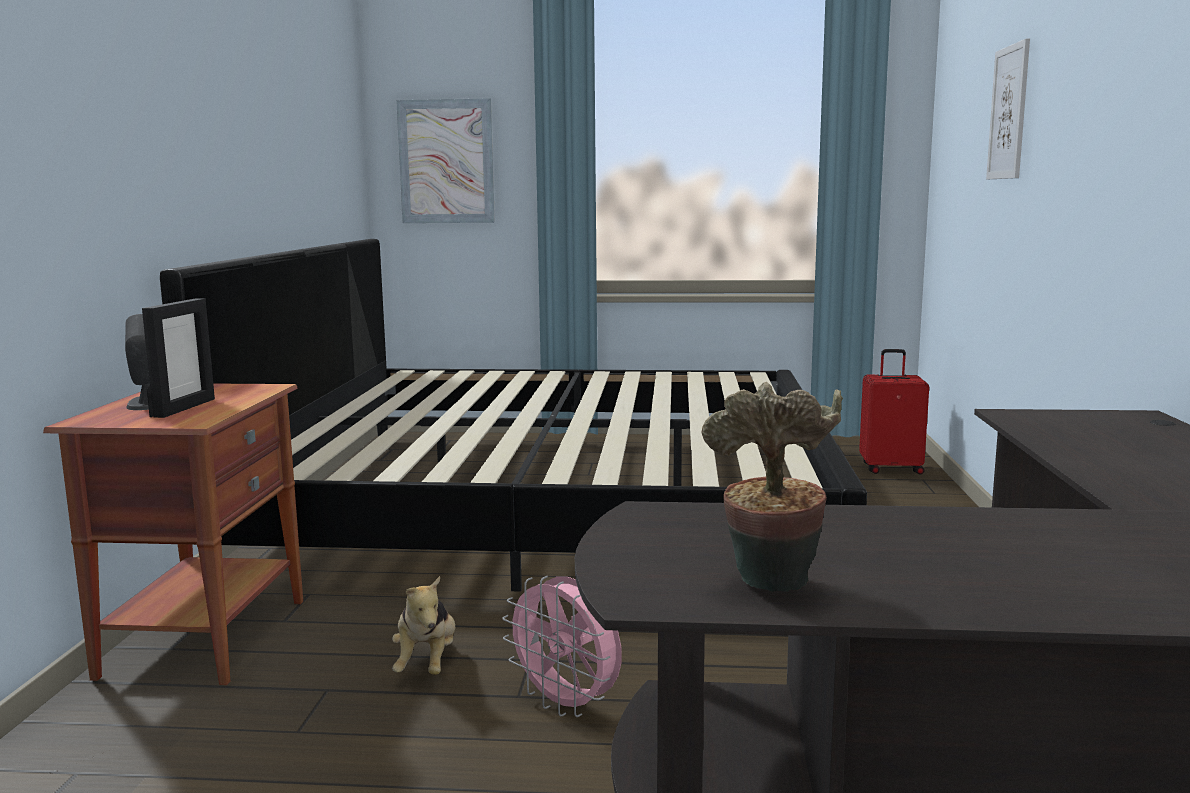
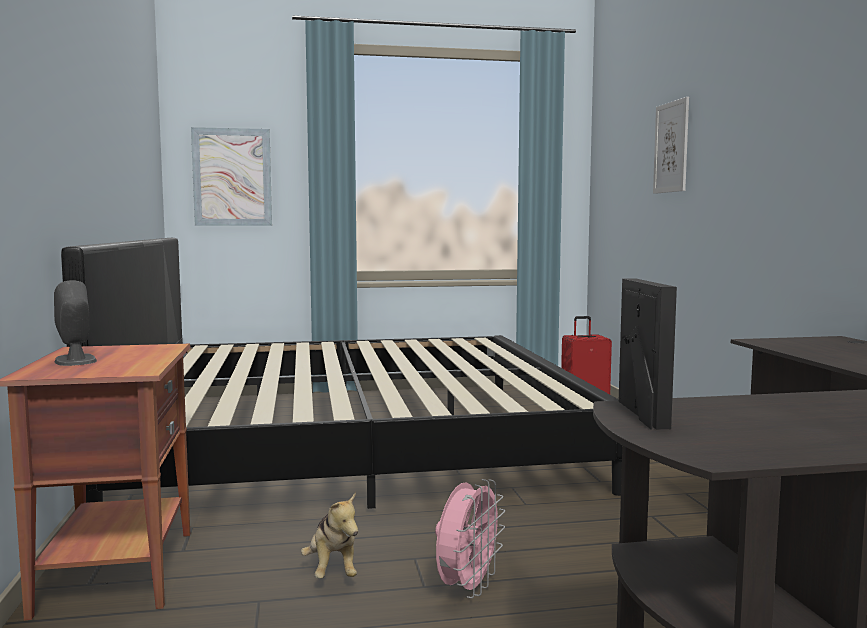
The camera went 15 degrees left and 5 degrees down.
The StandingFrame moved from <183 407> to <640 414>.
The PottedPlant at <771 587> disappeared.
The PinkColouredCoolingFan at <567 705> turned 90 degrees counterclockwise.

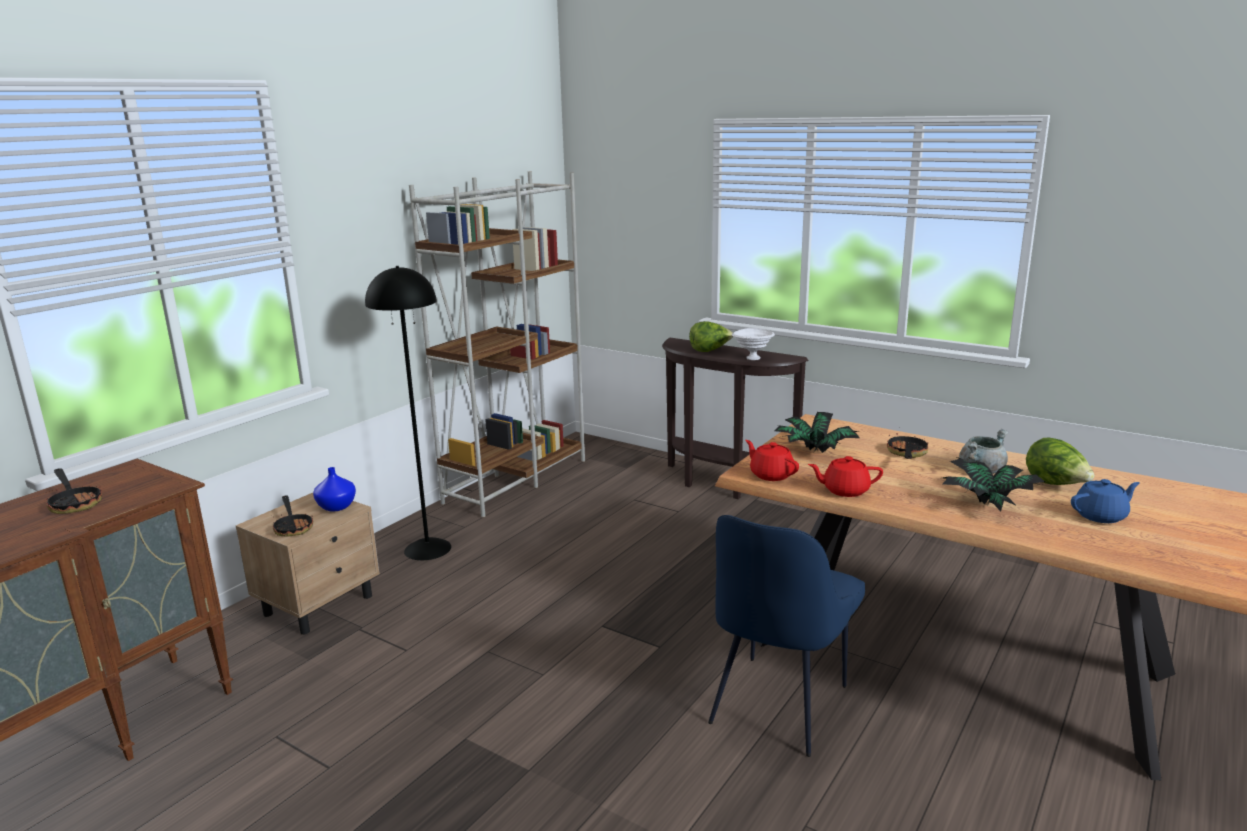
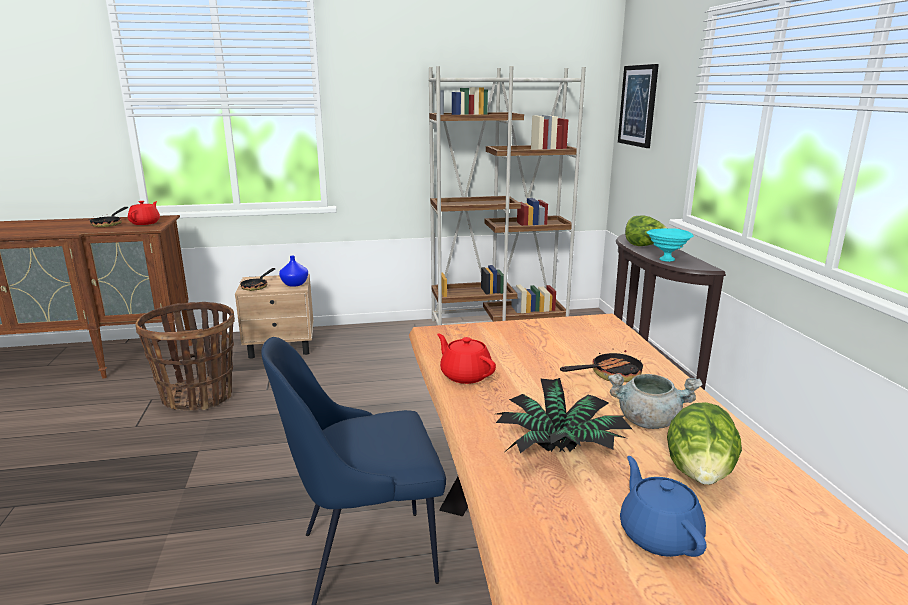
The camera went 45 degrees right and 0 degrees up.
The BlackColouredStandardLamp at <428 548> disappeared.
The WhiteColouredDeepDish at <752 358> became the TurquoiseColouredDeepDish at <665 259>.
The PottedPlant at <815 452> disappeared.
The ReddishTeaPot moved from <771 475> to <145 223>.
The BlueTeaPot at <1101 516> turned 135 degrees counterclockwise.
The WallPicture at <638 105> appeared.
The Basket at <198 396> appeared.

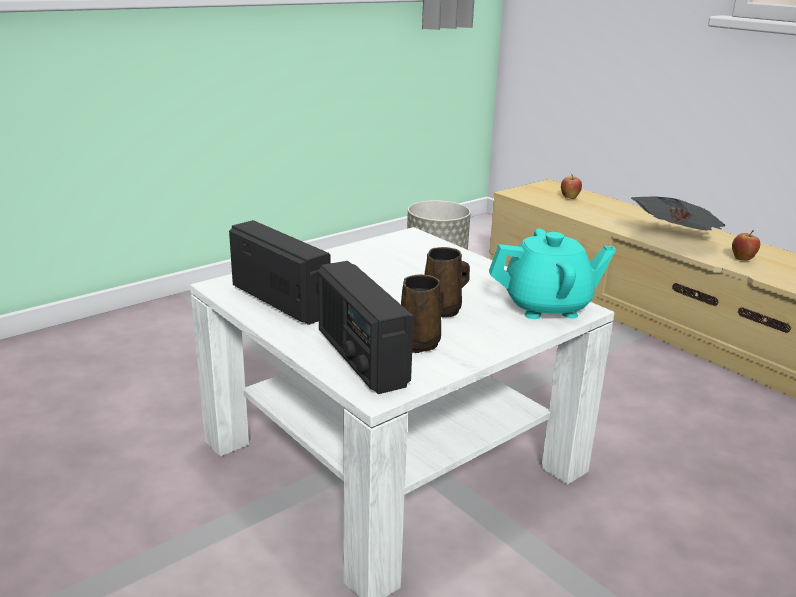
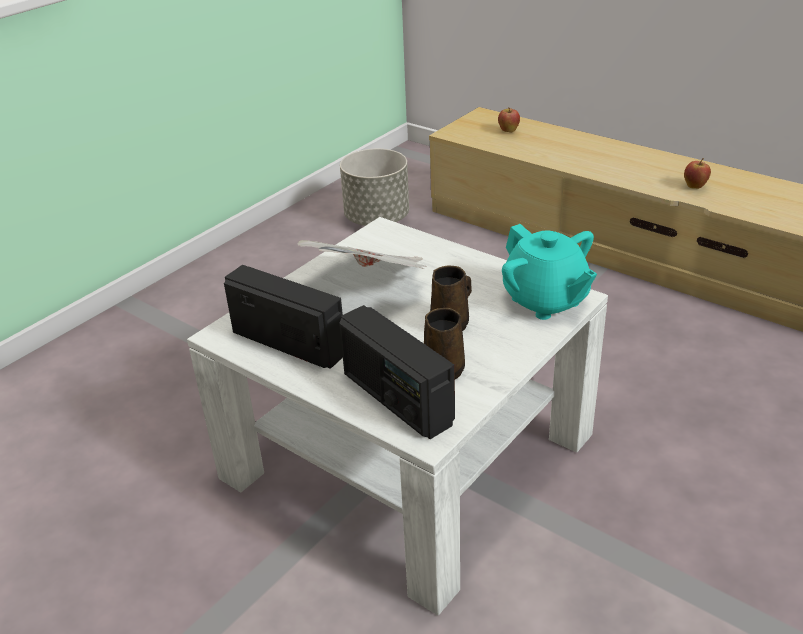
The camera went 10 degrees left and 10 degrees up.
The PrintedPaper moved from <675 238> to <371 284>.
The TurquoiseColouredTeaPot at <547 307> turned 75 degrees clockwise.

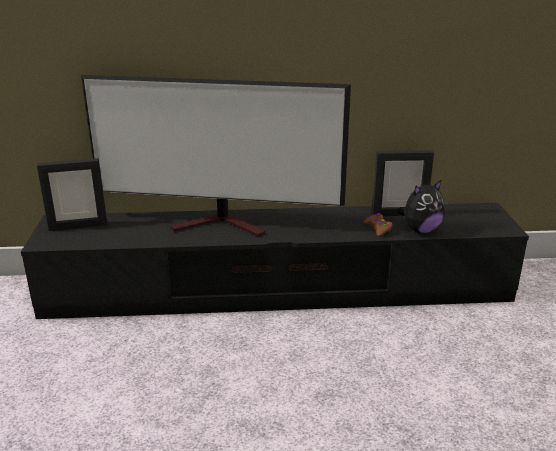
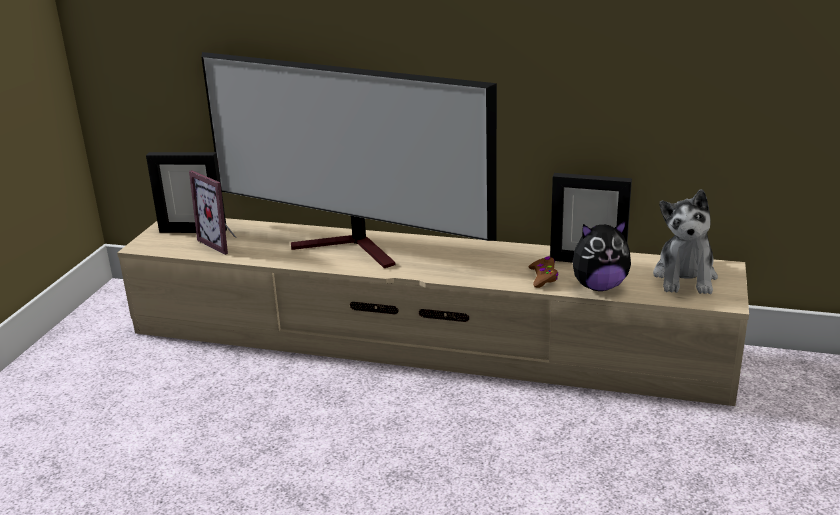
The camera went 20 degrees right and 0 degrees up.
The BlackColouredMediaConsole at <277 289> became the BeigeColouredMediaConsole at <423 341>.
The StandingFrame at <223 243> appeared.
The CuddlyToy at <685 277> appeared.

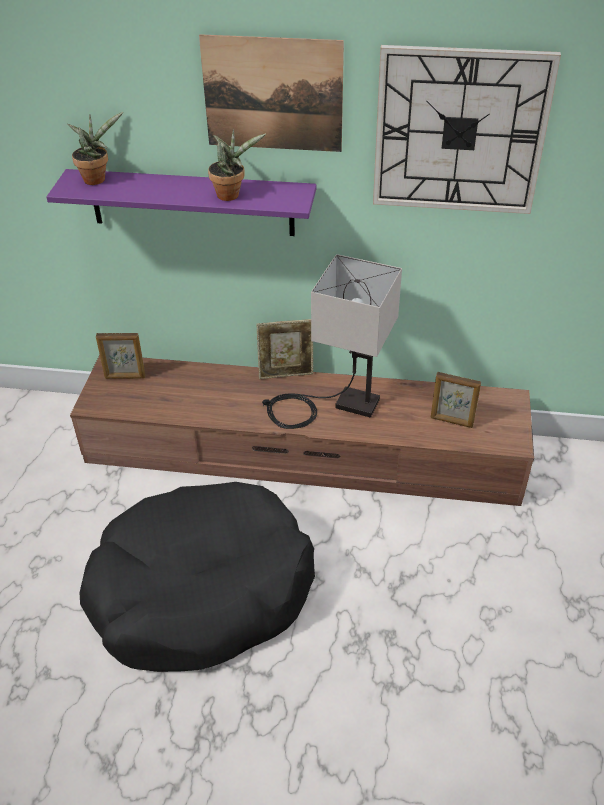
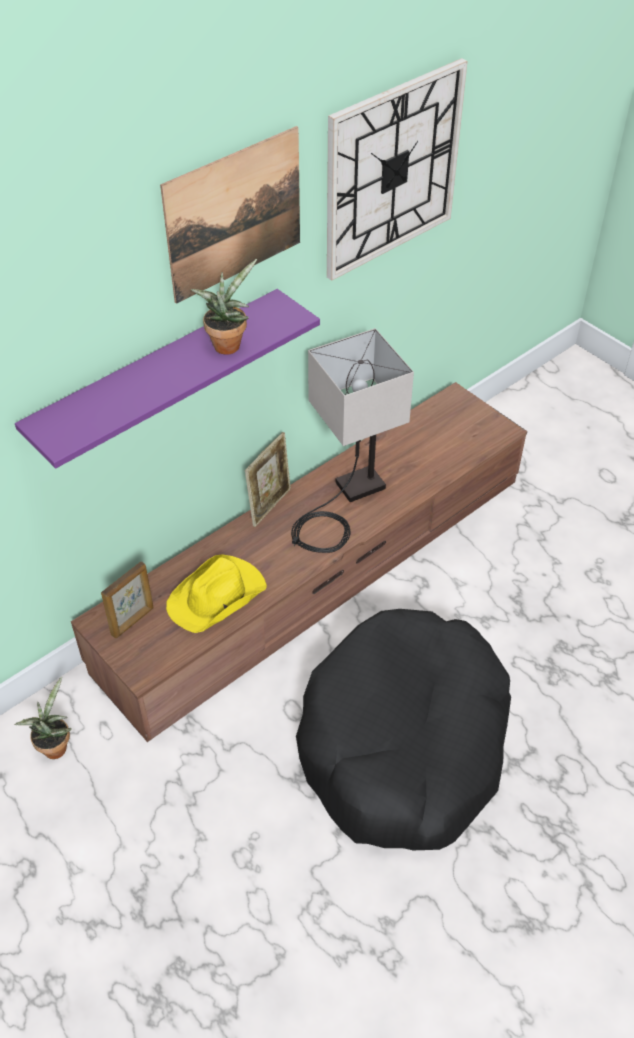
The camera went 50 degrees left and 5 degrees up.
The PottedPlant moved from <97 178> to <55 745>.
The StandingFrame at <451 421> disappeared.
The YellowColouredClothingHat at <218 596> appeared.

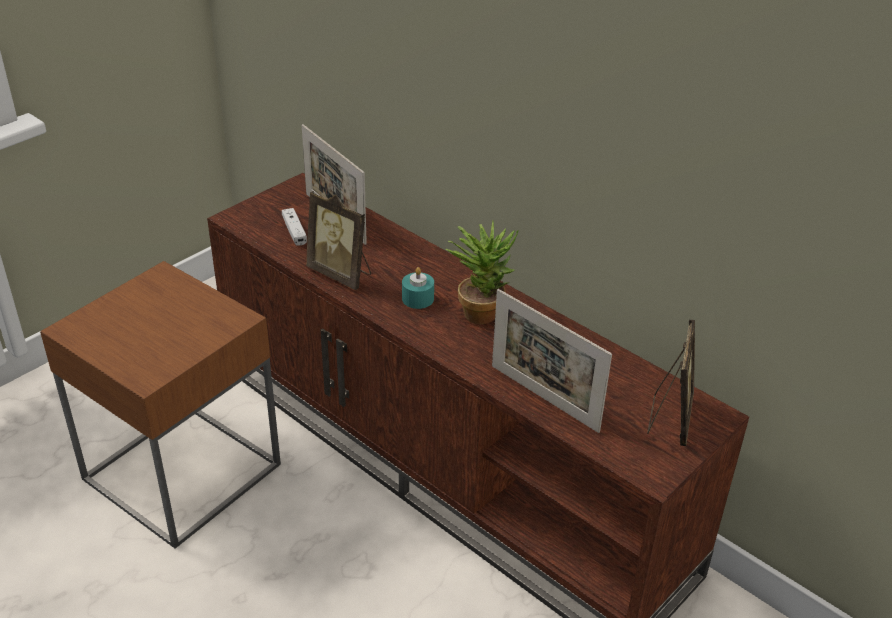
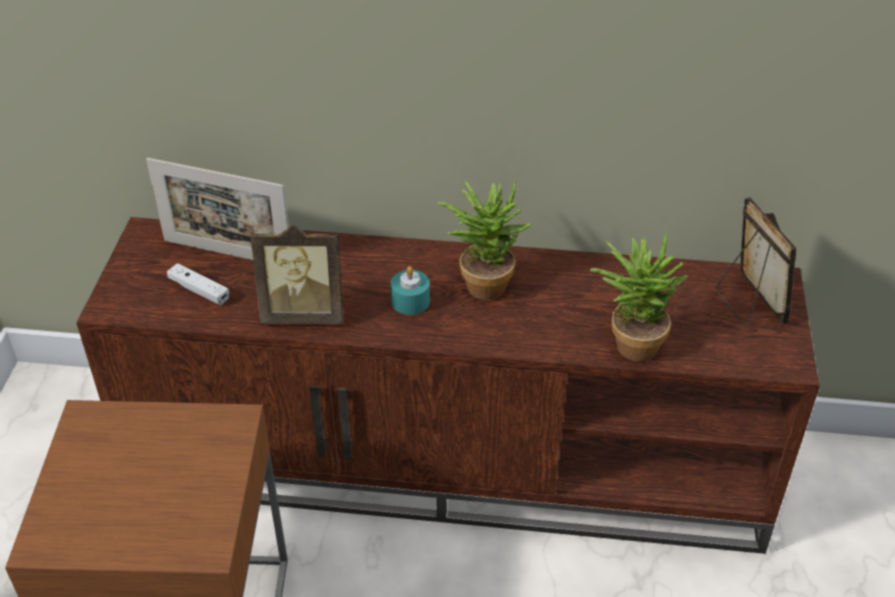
The camera went 35 degrees left and 5 degrees up.
The StandingFrame at <544 398> was replaced by the PottedPlant at <630 342>.

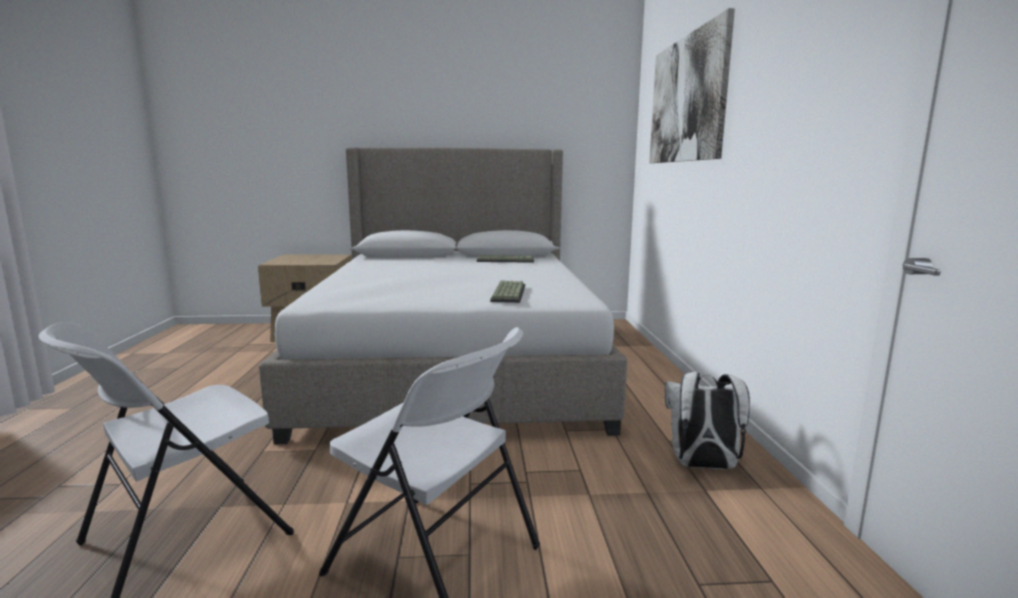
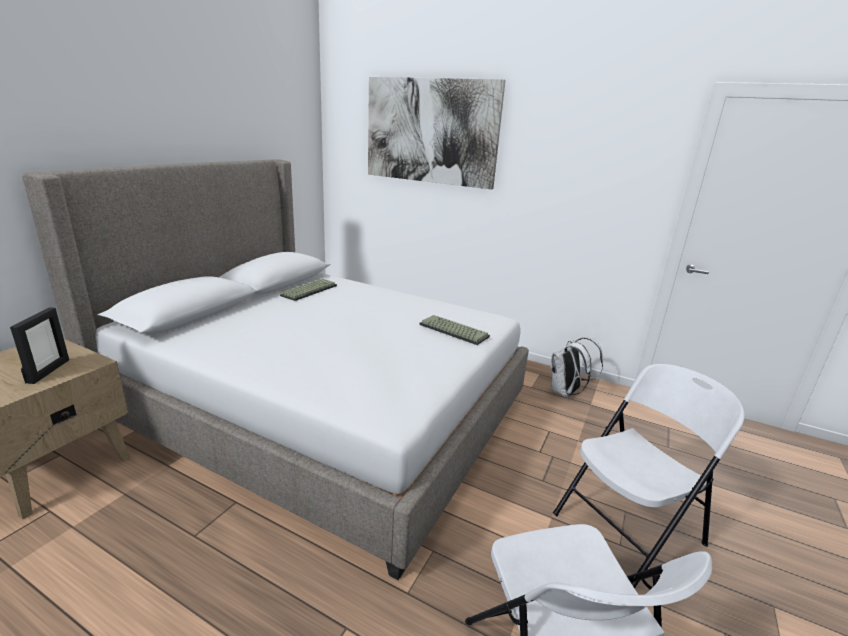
The camera went 60 degrees left and 10 degrees up.
The StandingFrame at <48 371> appeared.

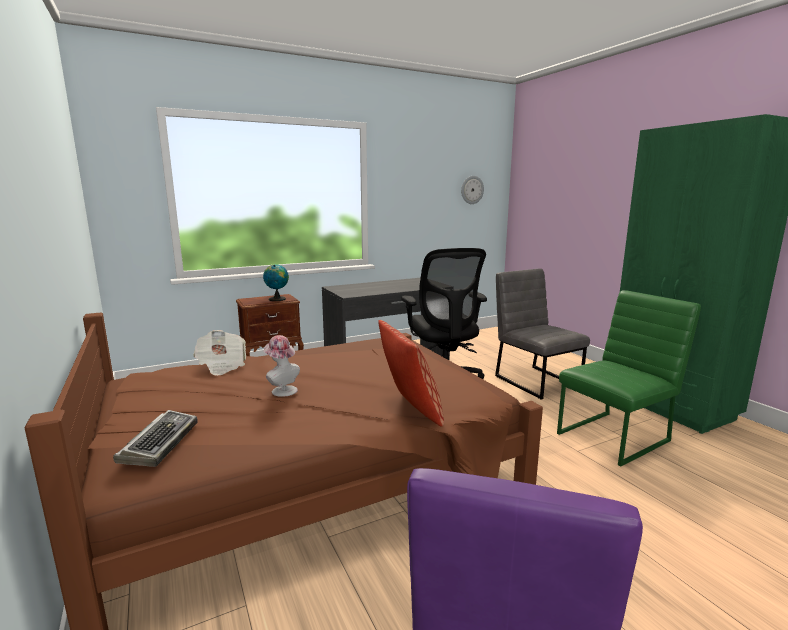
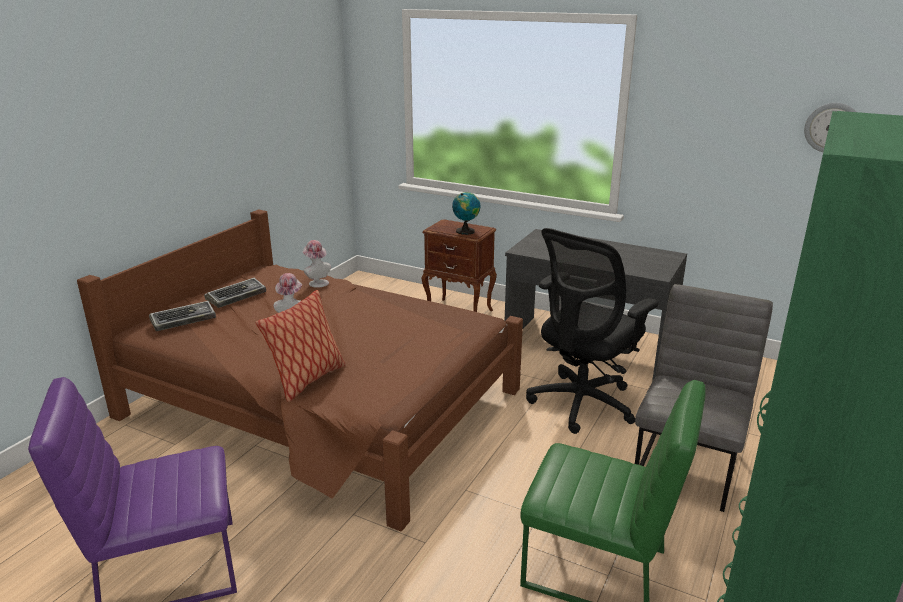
The camera went 55 degrees right and 10 degrees up.
The PrintedPaper at <222 365> was replaced by the ClothingHat at <317 282>.
The PcKeyboard at <236 296> appeared.

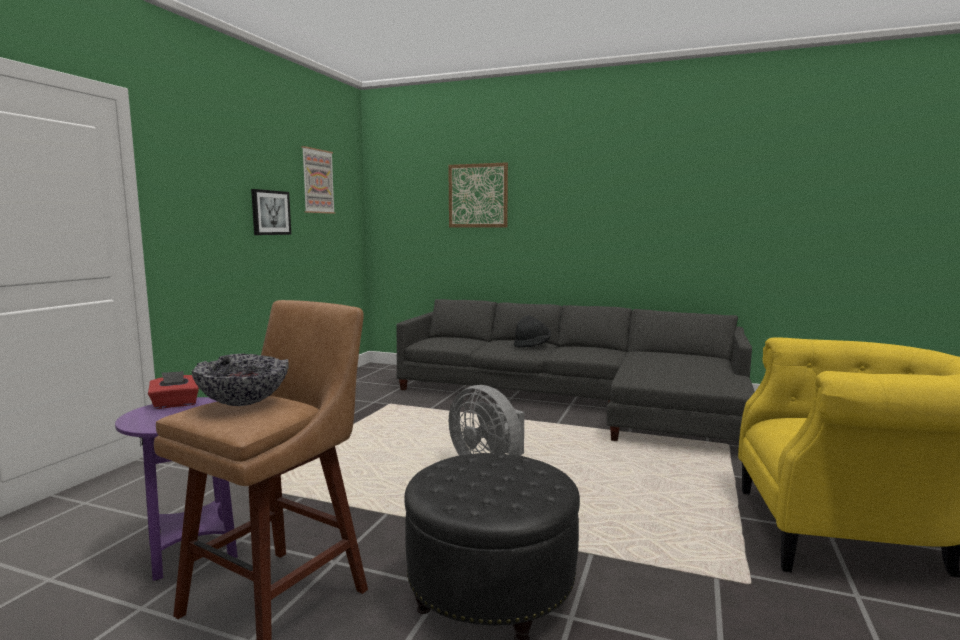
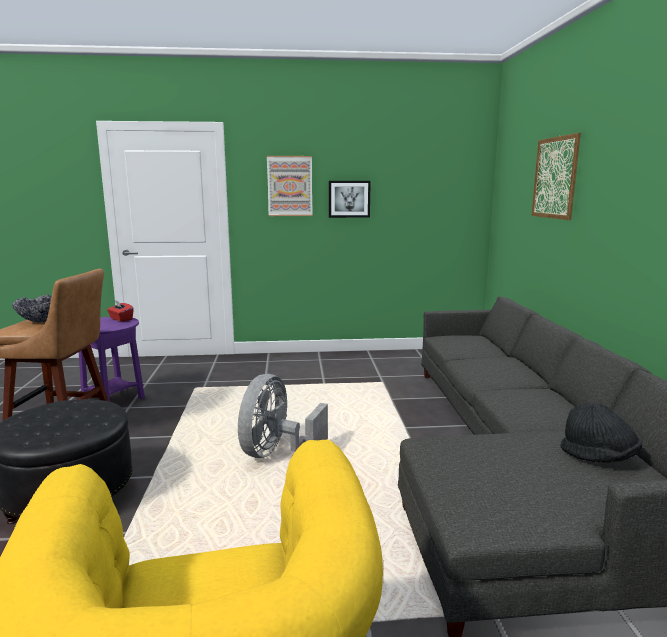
The camera went 65 degrees right and 5 degrees up.
The WallPicture moved from <317 181> to <290 186>.
The BlackColouredClothingHat moved from <532 345> to <599 457>.

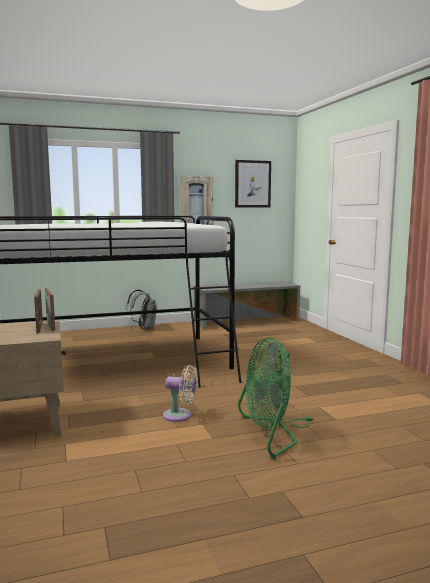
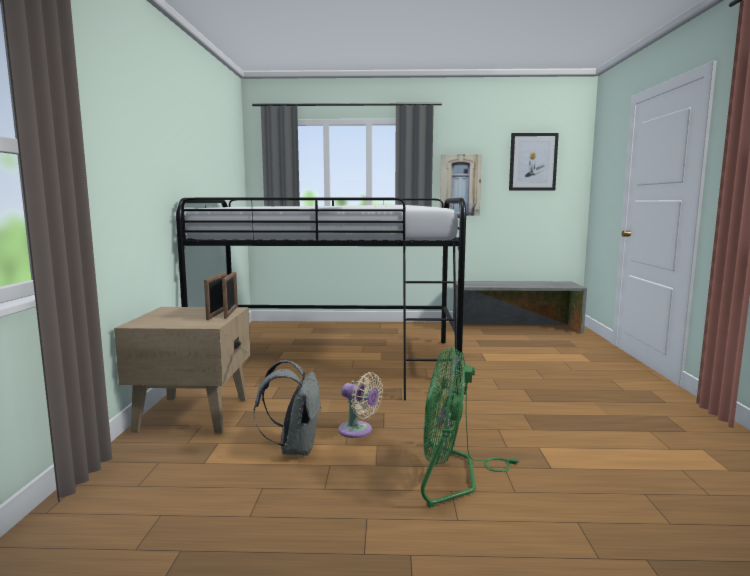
The camera went 20 degrees right and 0 degrees up.
The GrayBackpack moved from <144 328> to <295 448>.

